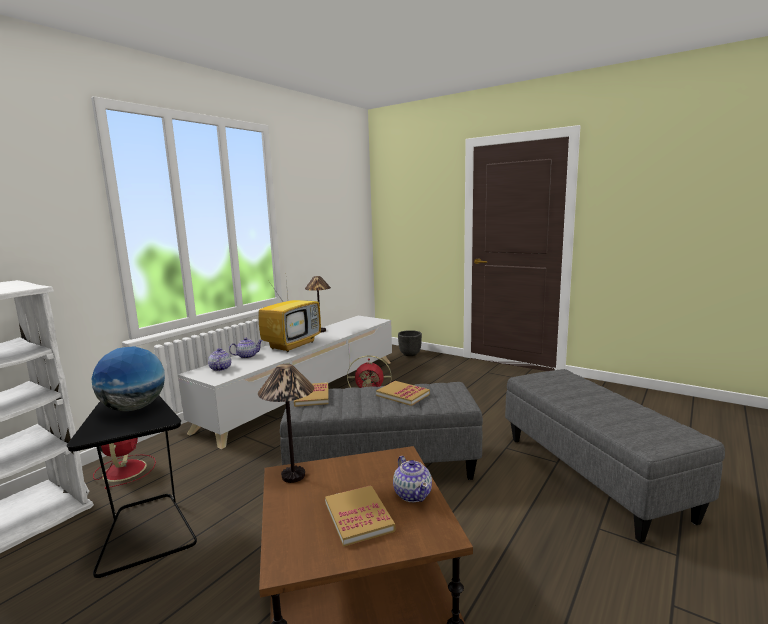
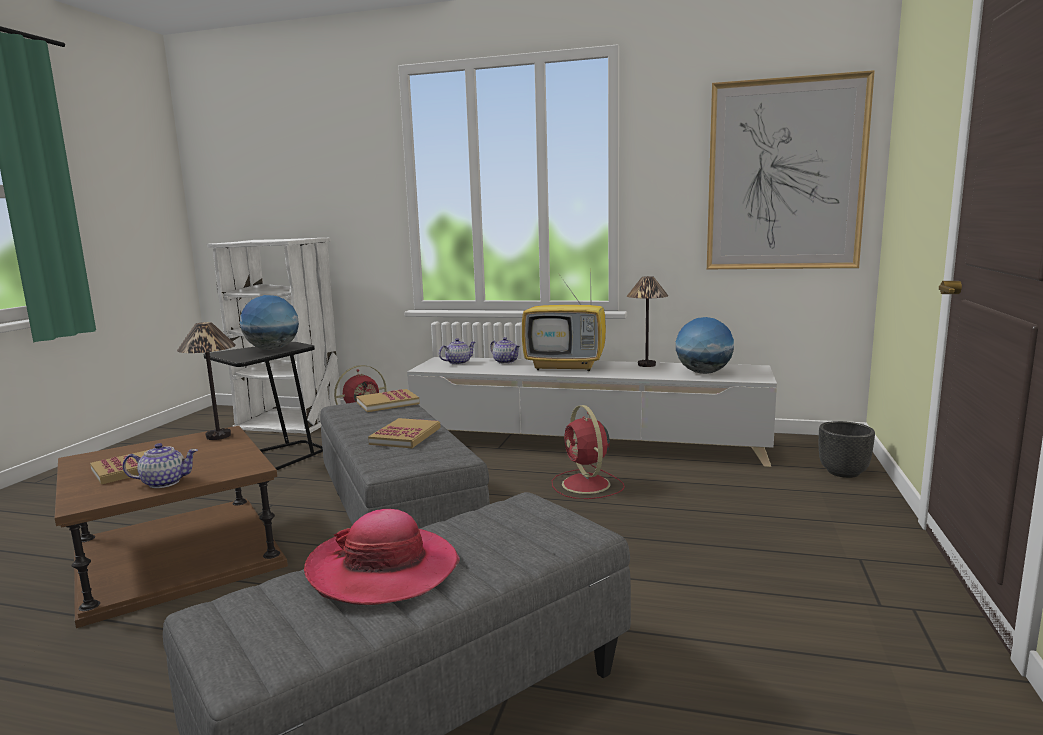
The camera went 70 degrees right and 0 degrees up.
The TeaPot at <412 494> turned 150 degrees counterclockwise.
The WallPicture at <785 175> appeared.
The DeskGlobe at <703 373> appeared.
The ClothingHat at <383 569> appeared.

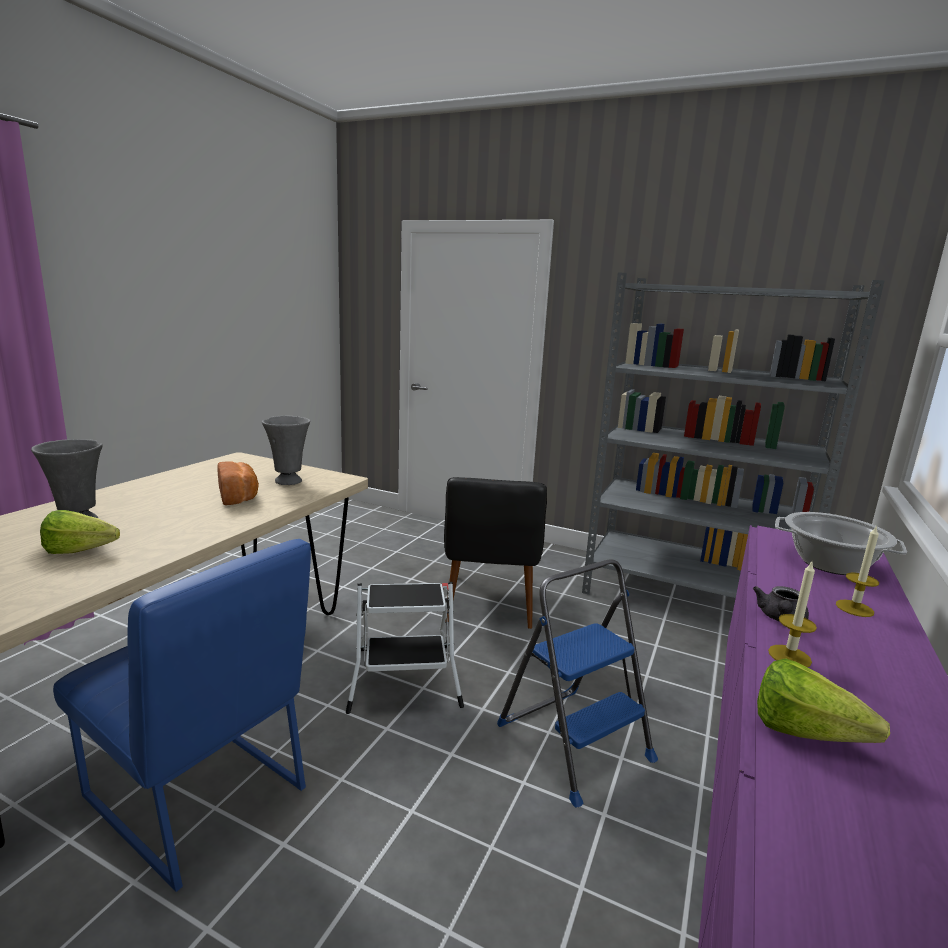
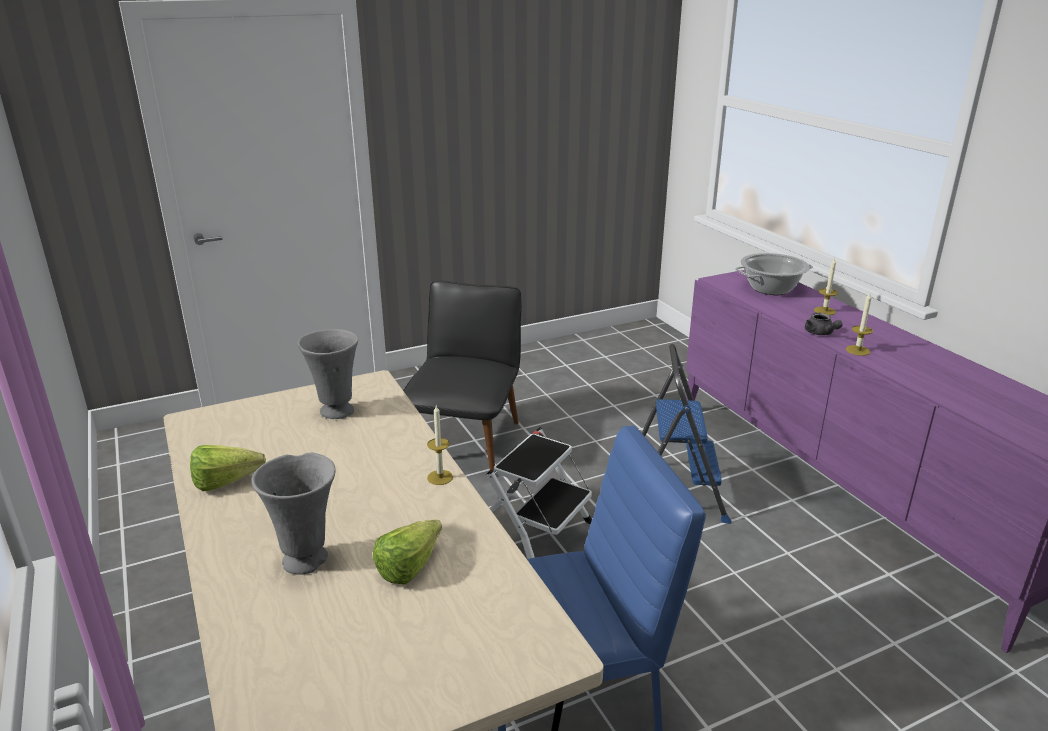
The camera went 50 degrees left and 10 degrees up.
The GrayBookshelf at <688 595> disappeared.
The Bread at <239 496> disappeared.
The BlackColouredUprightChair at <489 600> turned 120 degrees counterclockwise.
The Lettuce moved from <814 738> to <232 482>.
The Candle at <440 477> appeared.

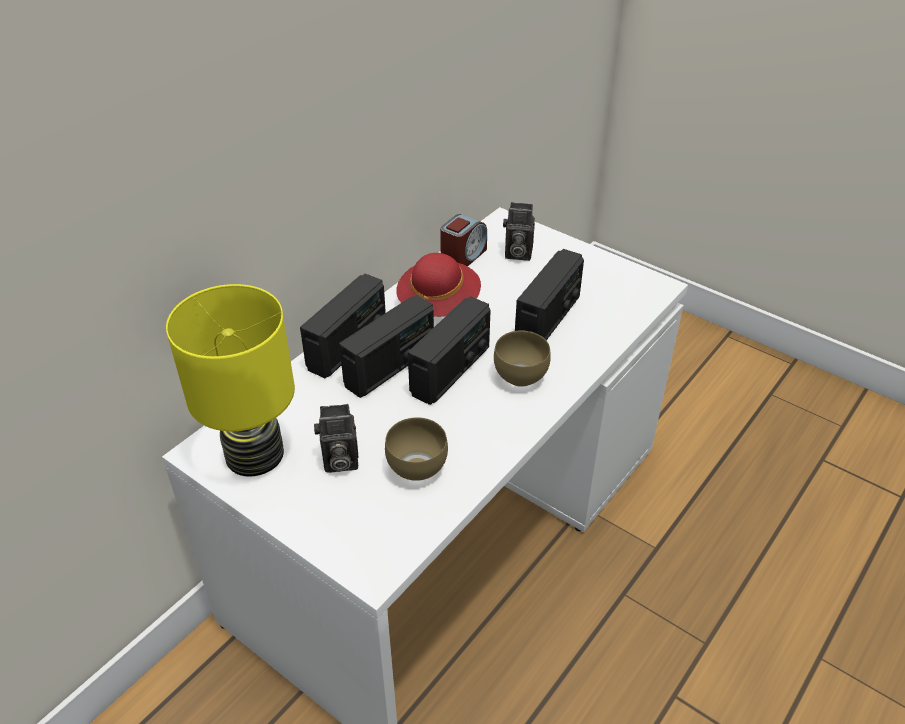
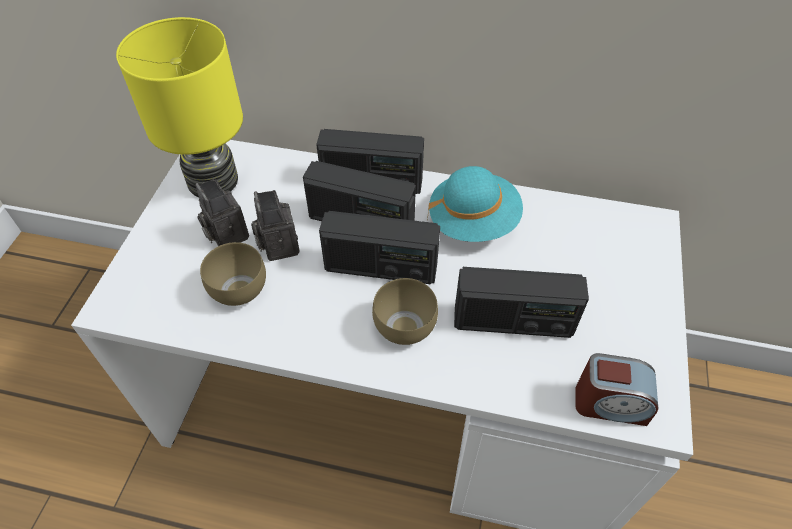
The camera went 65 degrees right and 10 degrees up.
The StillCamera moved from <516 253> to <278 245>.
The BedsideClock moved from <463 257> to <610 403>.
The ReddishClothingHat at <438 304> became the TurquoiseColouredClothingHat at <473 221>.

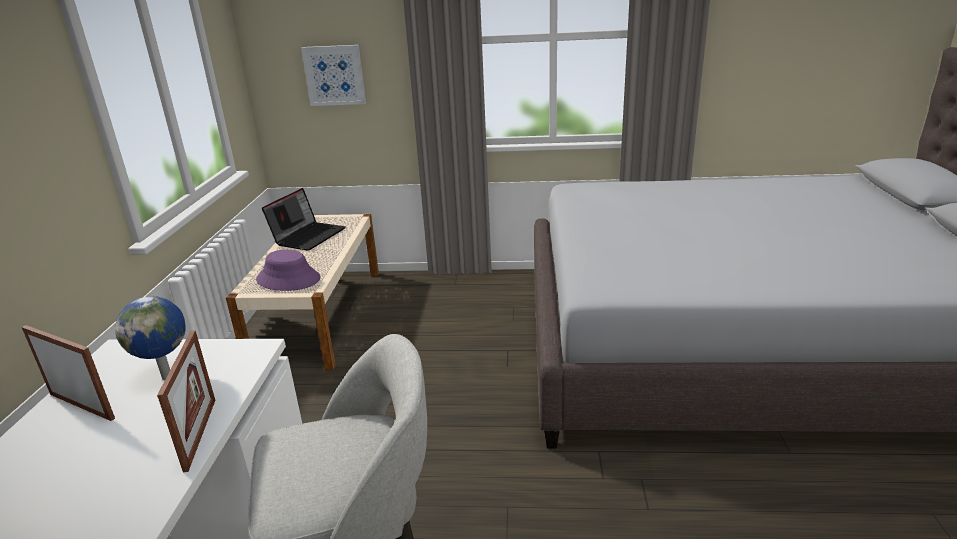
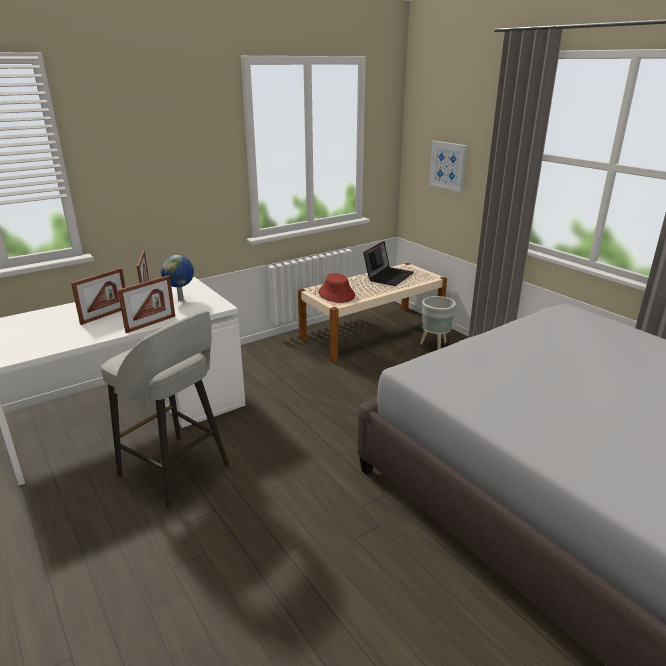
The camera went 50 degrees right and 0 degrees up.
The PortableComputer at <308 236> turned 45 degrees counterclockwise.
The PurpleColouredClothingHat at <288 279> became the ReddishClothingHat at <336 294>.
The StandingFrame at <105 315> appeared.
The GrayFlowerPot at <435 347> appeared.

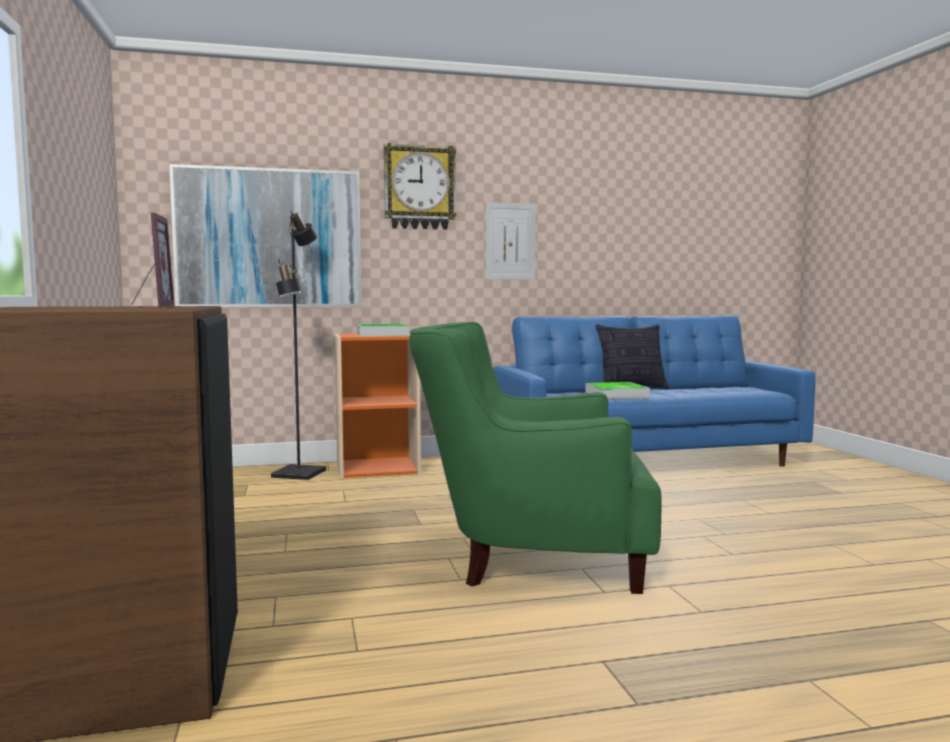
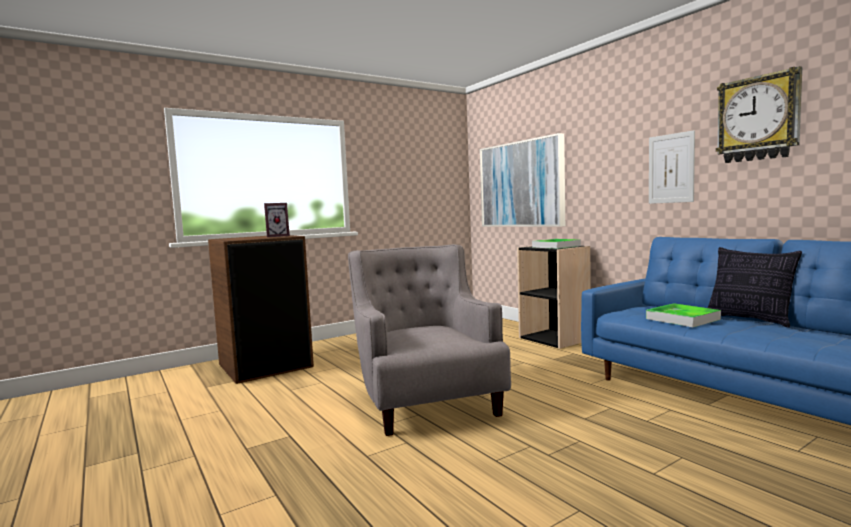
The camera went 70 degrees right and 0 degrees up.
The ClockOnTheWall moved from <419 188> to <758 118>.
The BlackColouredStandardLamp at <298 474> disappeared.
The GreenishArmchair at <531 557> became the GrayArmchair at <426 400>.
The OrangeBookshelf at <378 467> became the BlackColouredBookshelf at <555 338>.

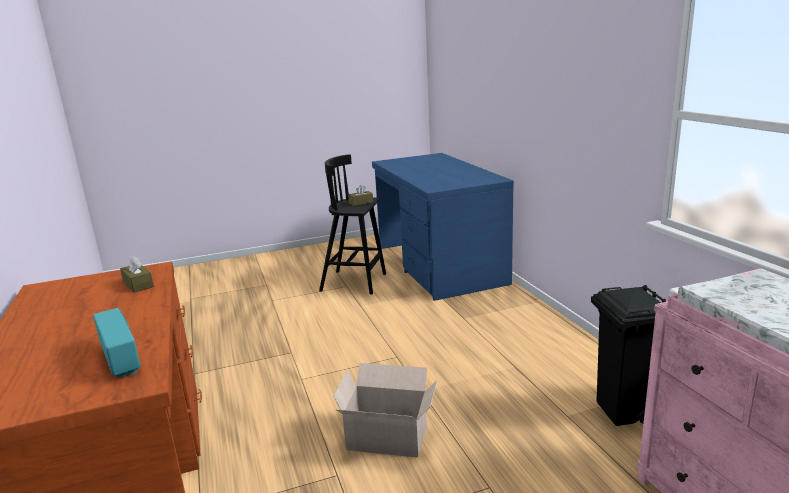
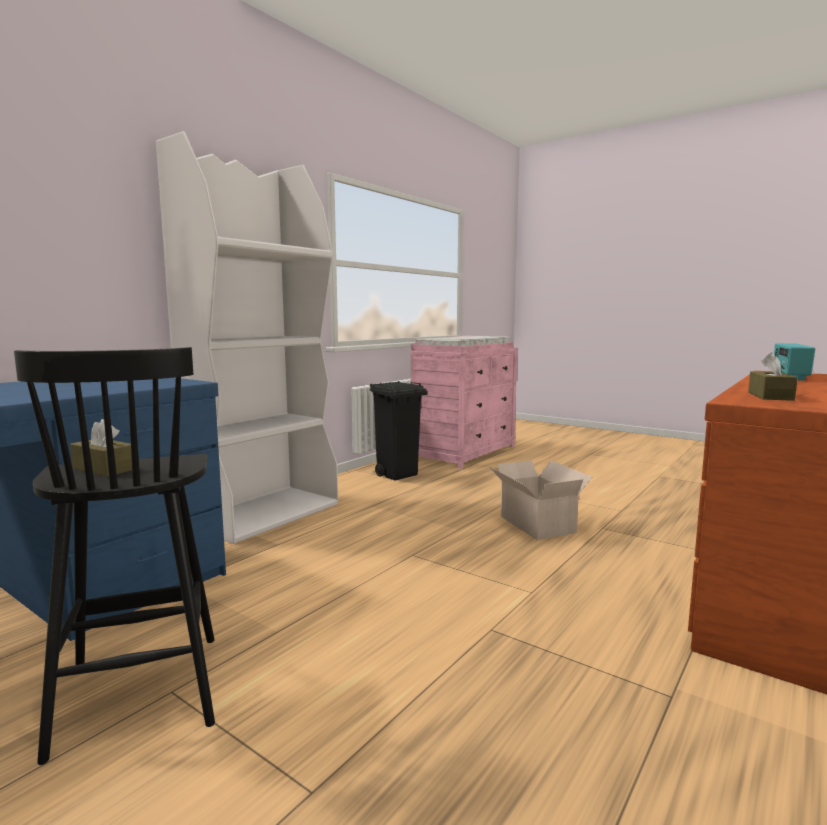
The camera went 125 degrees left and 10 degrees down.
The WhiteColouredBookshelf at <265 514> appeared.

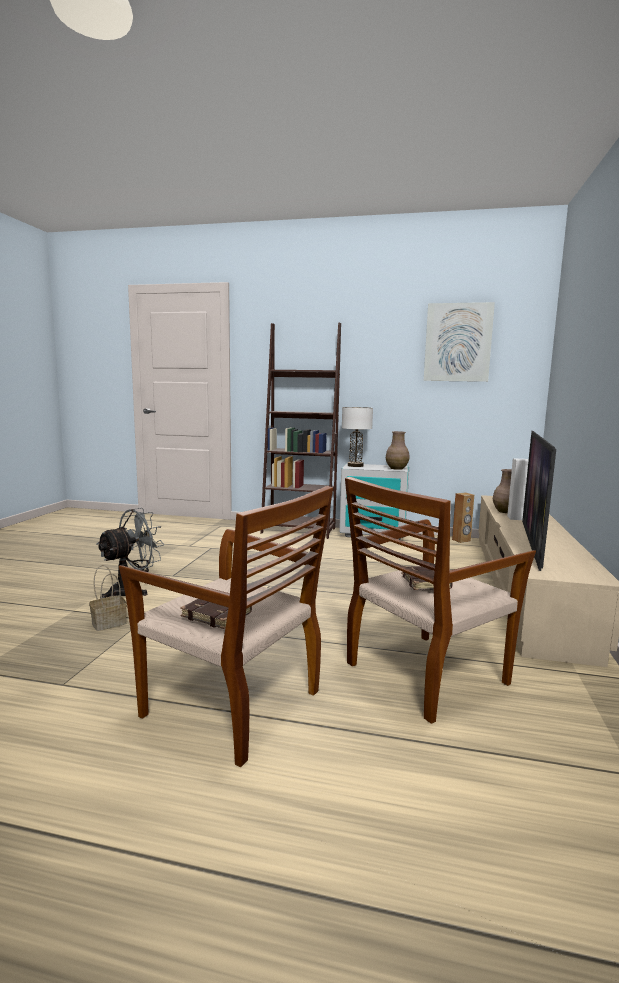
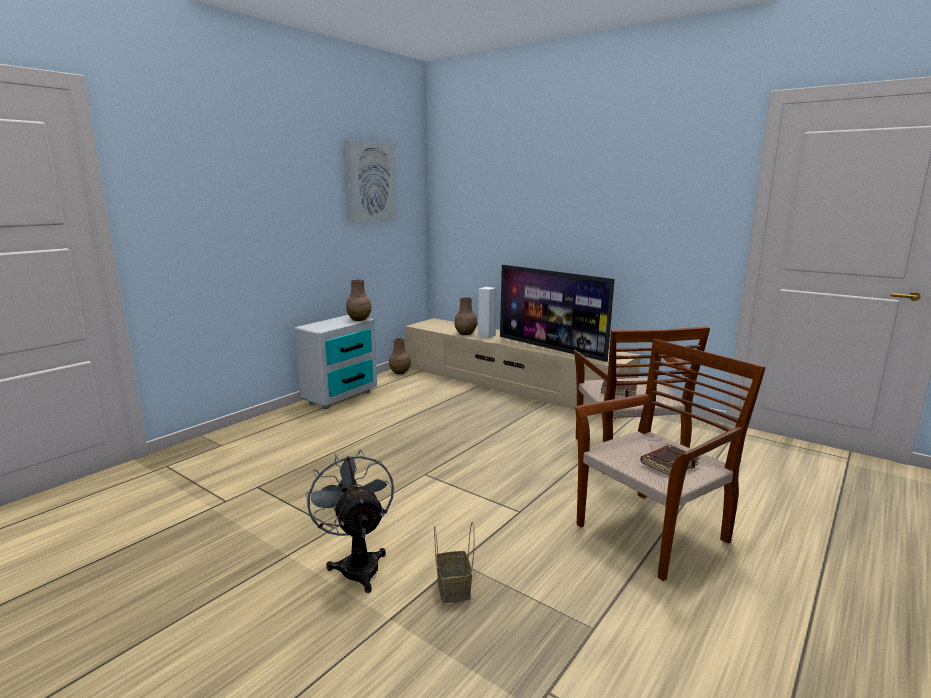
The camera went 65 degrees left and 5 degrees up.
The BrownBookshelf at <298 530> disappeared.
The TableLamp at <355 465> disappeared.
The BrownLoudspeaker at <461 540> was replaced by the BrownDecorativeVase at <400 372>.

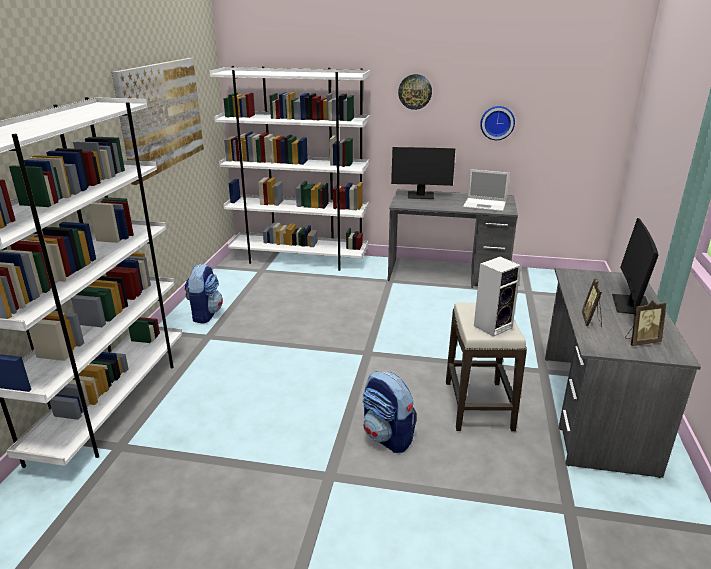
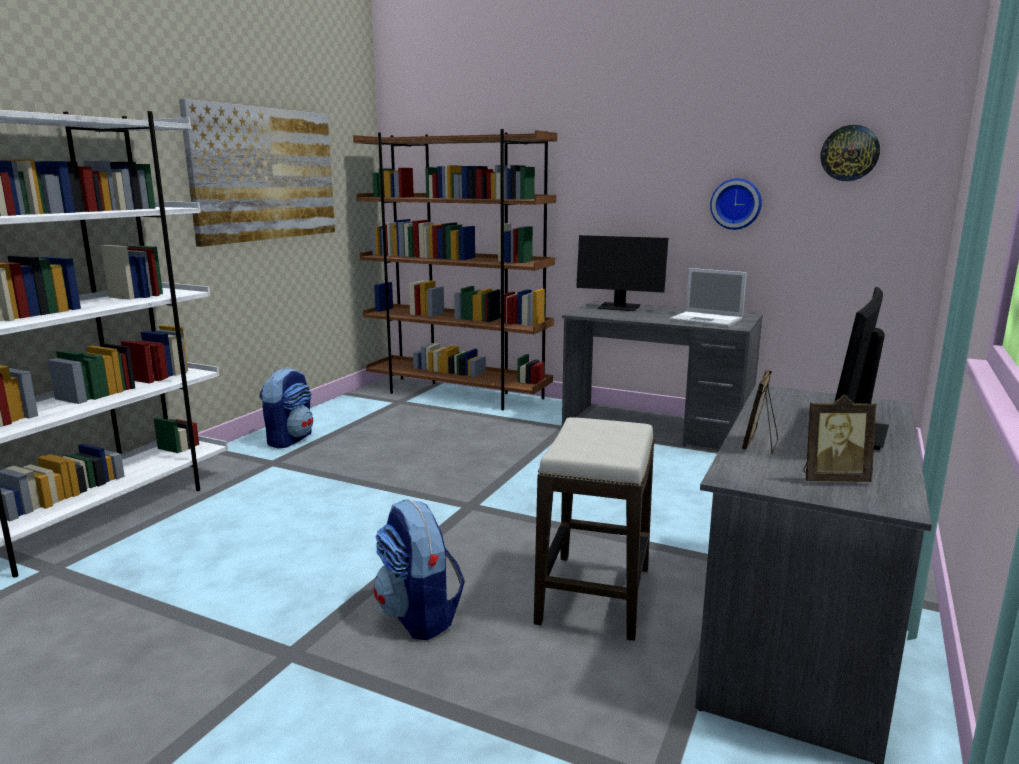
The camera went 15 degrees right and 10 degrees down.
The WhiteColouredBookshelf at <299 259> became the BrownBookshelf at <458 394>.
The ClockOnTheWall moved from <415 91> to <849 153>.
The Loudspeaker at <493 326> disappeared.

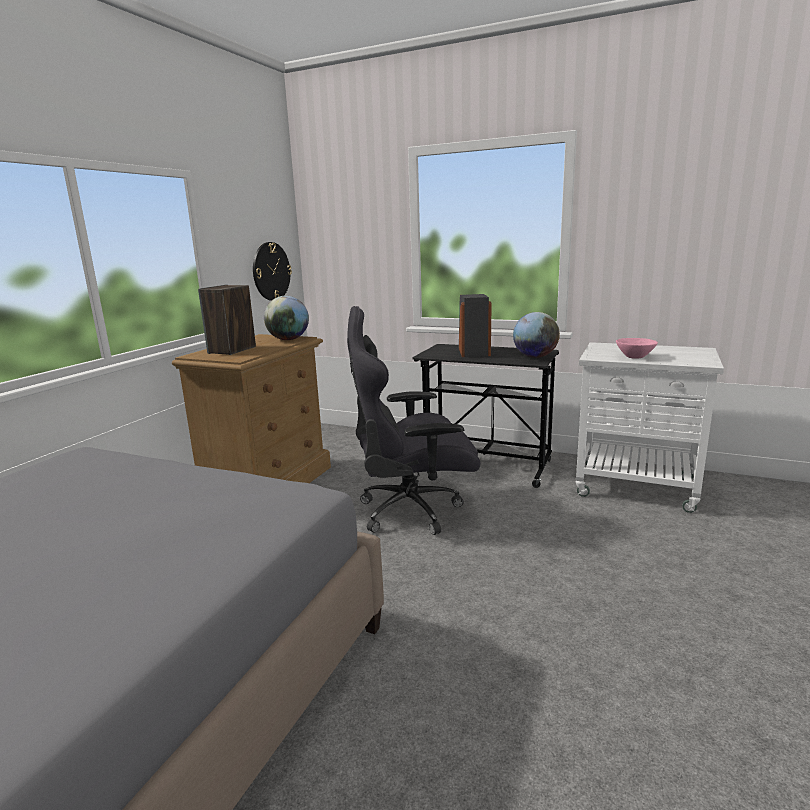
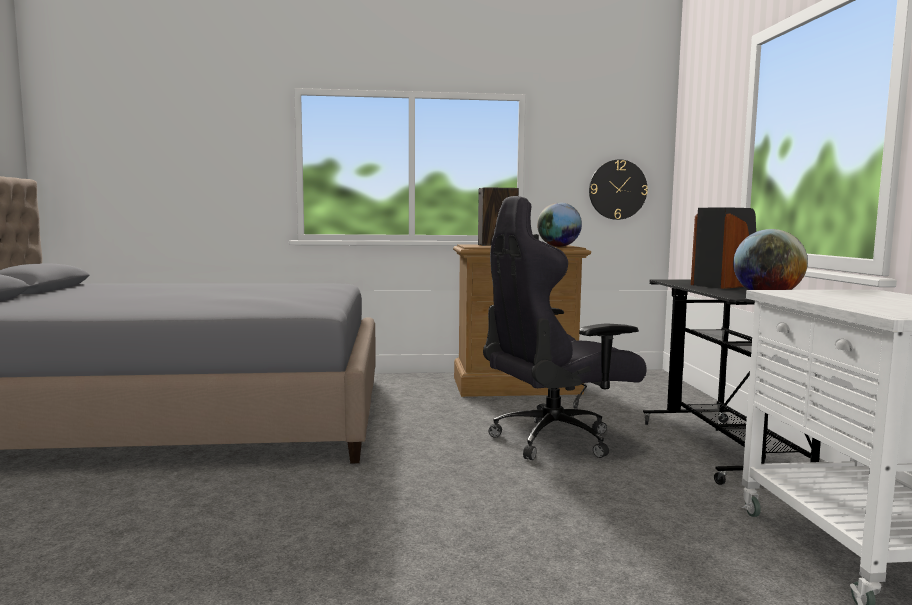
The camera went 60 degrees right and 10 degrees down.
The BlackColouredOfficeChair at <416 510> turned 75 degrees counterclockwise.
The PinkColouredDeepDish at <635 357> disappeared.

